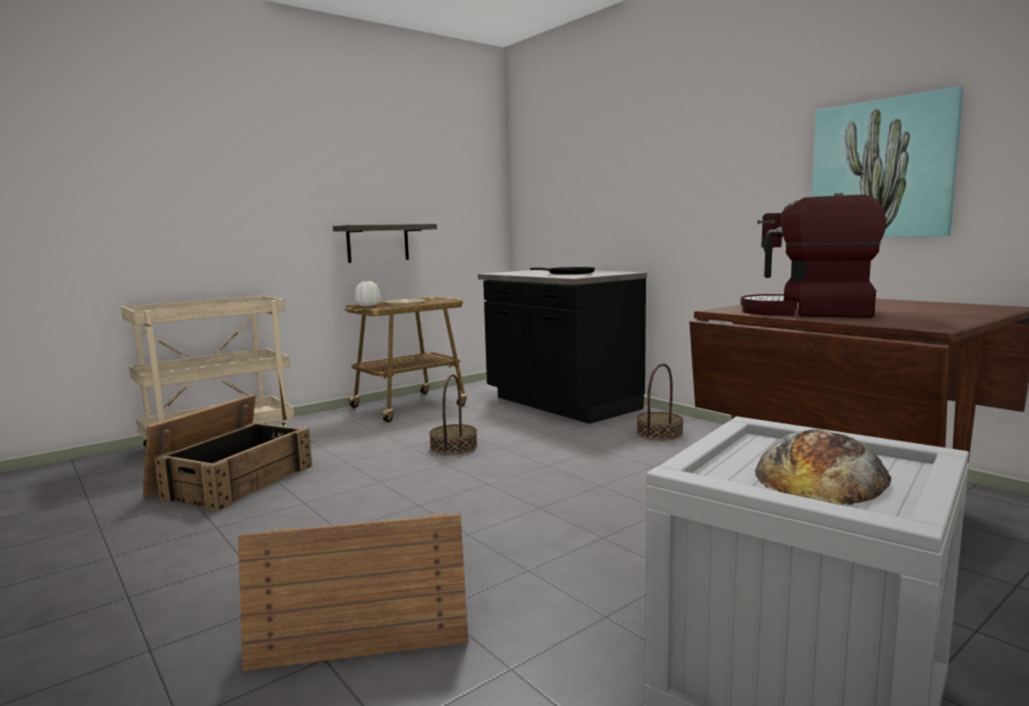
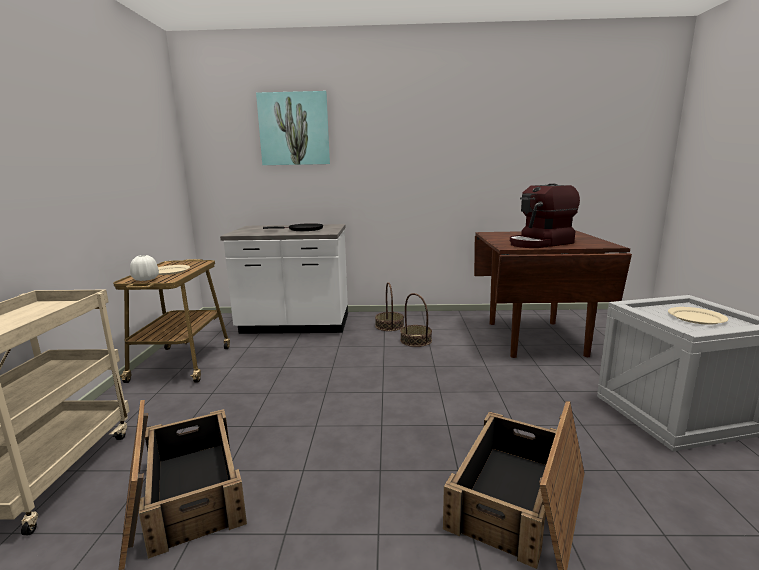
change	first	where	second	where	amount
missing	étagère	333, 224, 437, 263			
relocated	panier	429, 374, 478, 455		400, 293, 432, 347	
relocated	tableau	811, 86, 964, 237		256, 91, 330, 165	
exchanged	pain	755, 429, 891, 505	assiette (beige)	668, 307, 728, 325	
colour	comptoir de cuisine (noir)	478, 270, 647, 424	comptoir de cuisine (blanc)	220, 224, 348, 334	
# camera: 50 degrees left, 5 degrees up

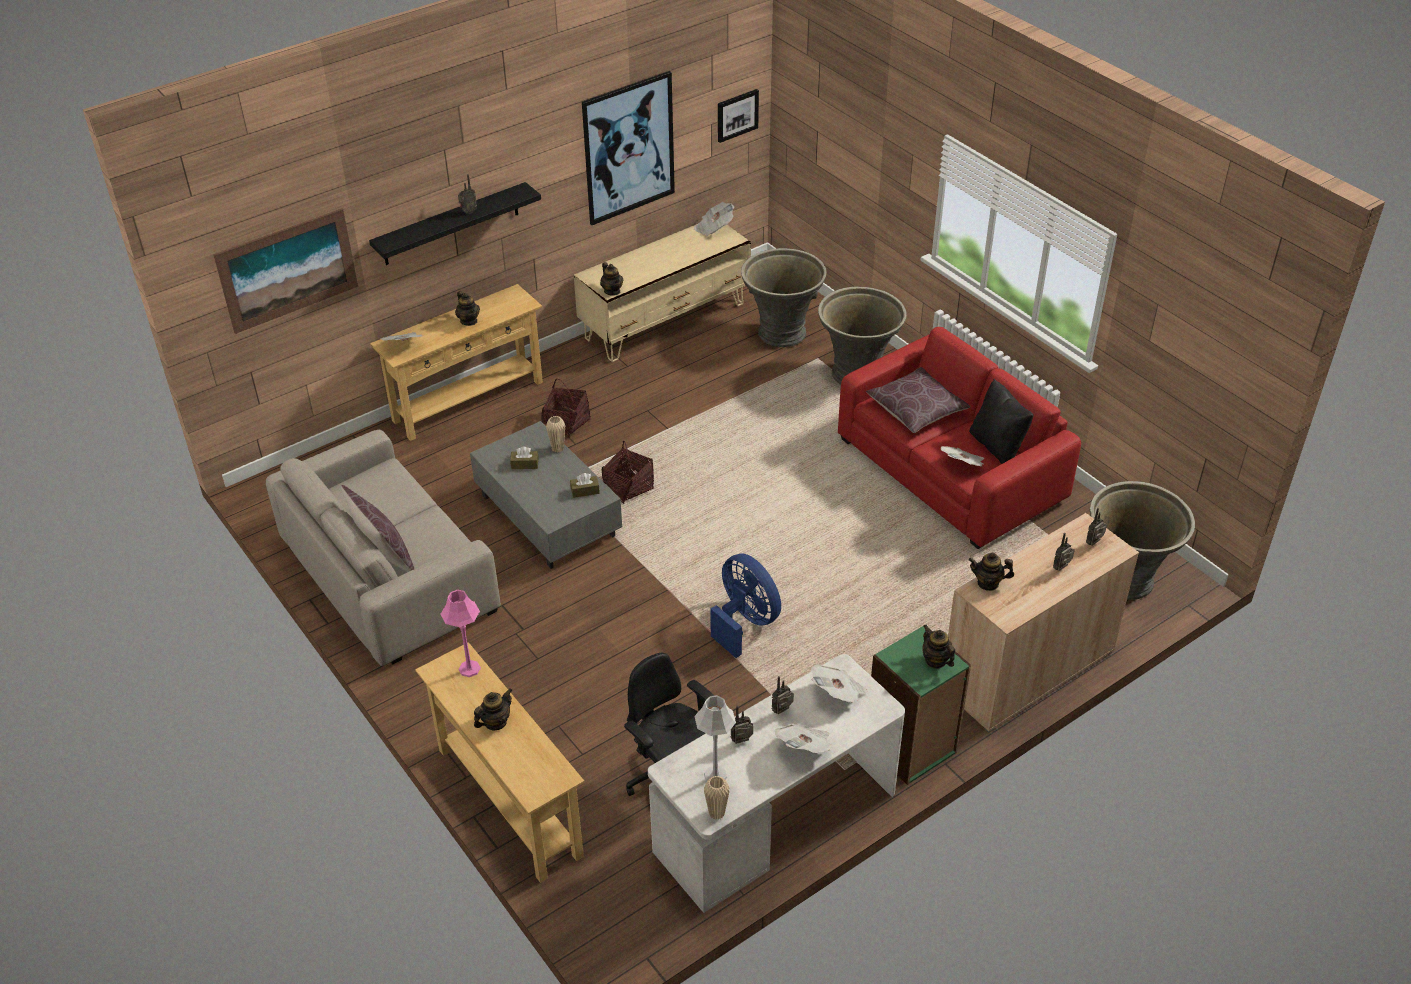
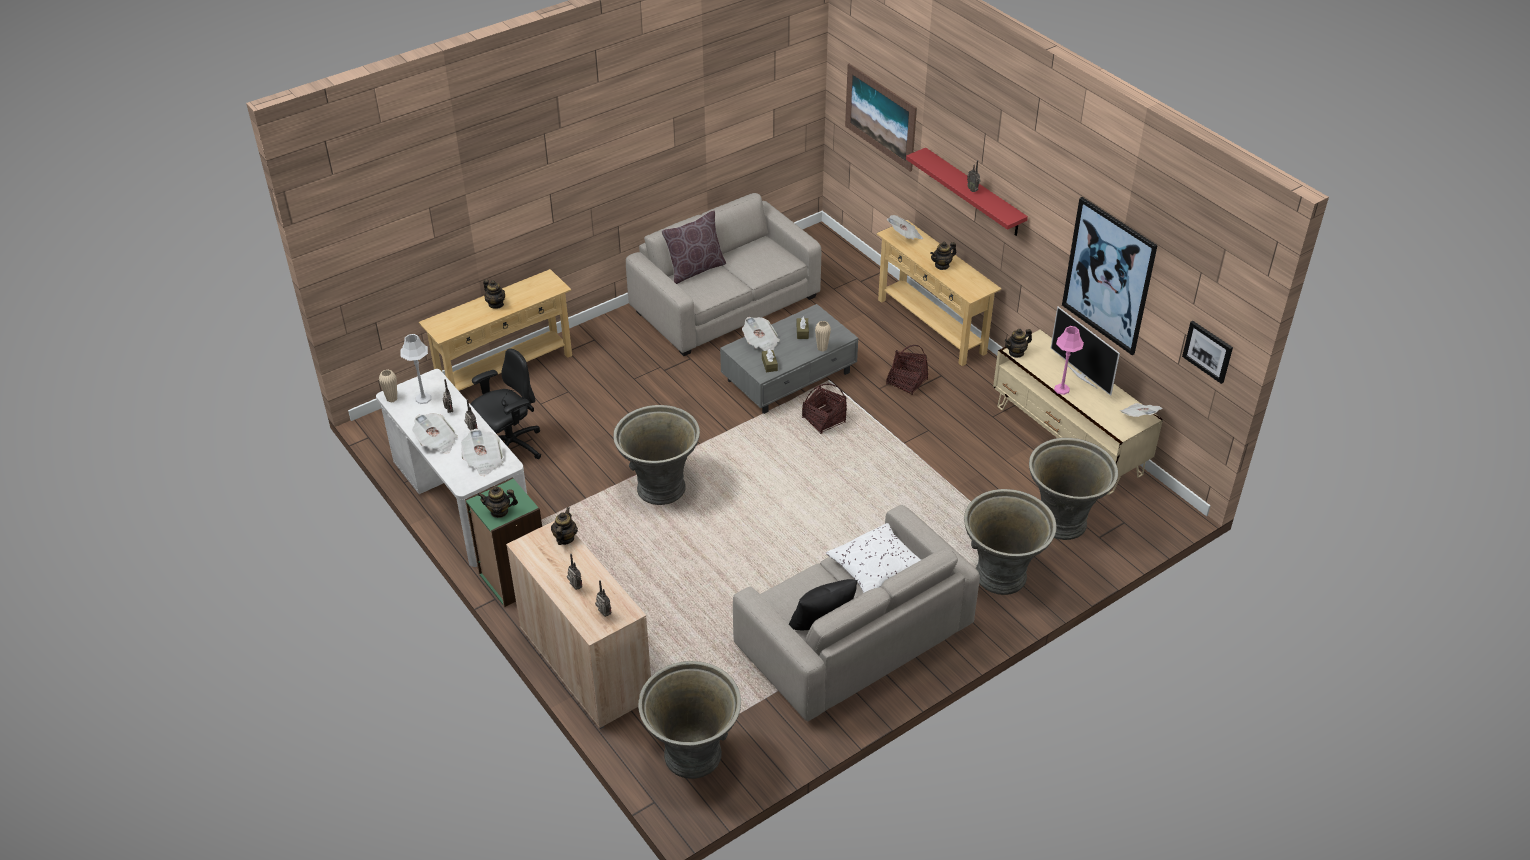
change	first	where	second	where	amount
appeared			téléviseur	1051, 307, 1120, 396	
relocated	lampe de table (rose)	440, 590, 481, 677		1054, 326, 1084, 395	
relocated	journal	941, 446, 984, 467		742, 317, 780, 351	
exchanged	ventilateur (bleu)	710, 553, 781, 658	cache-pot (gris)	613, 405, 700, 505	
colour	étagère (noir)	369, 182, 541, 265	étagère (rouge)	906, 148, 1028, 236	
colour	canapé (rouge)	838, 327, 1081, 549	canapé (beige)	733, 505, 980, 721	
colour	coussin (marron)	866, 367, 970, 433	coussin (blanc)	826, 523, 921, 593	
spun	théière	922, 625, 955, 669		478, 486, 518, 518	150 degrees counterclockwise
# camera: 90 degrees right, 0 degrees up

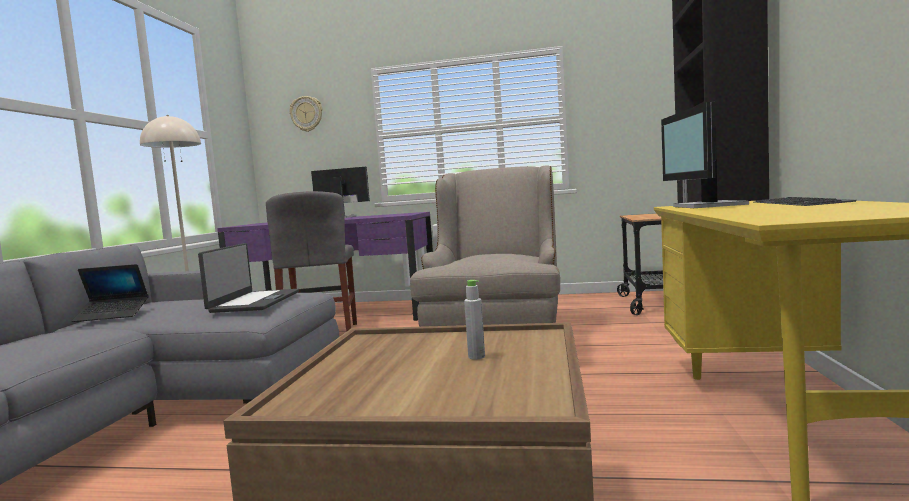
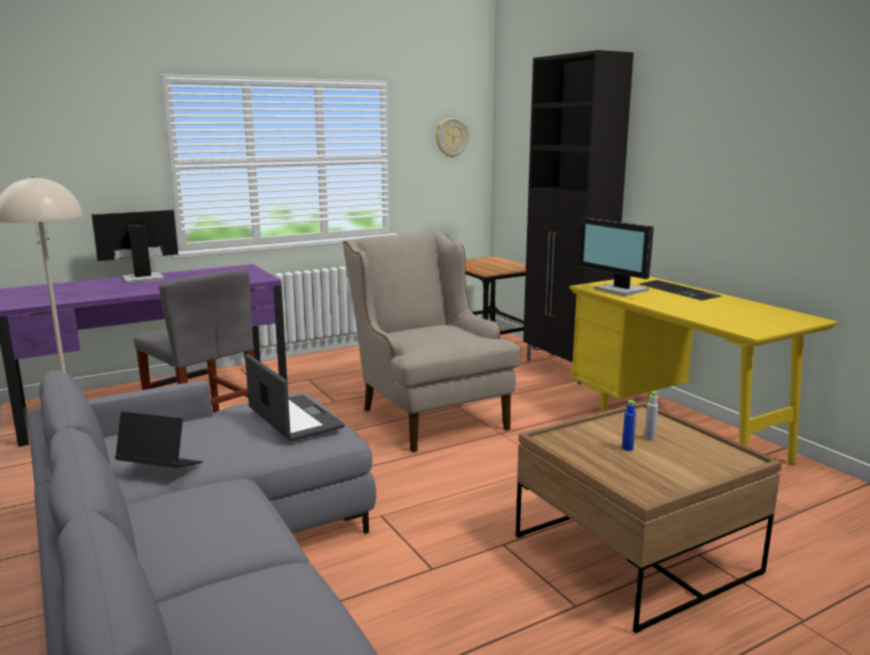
change	first	where	second	where	amount
appeared			bouteille (bleu)	622, 400, 636, 451	
relocated	horloge murale	290, 96, 322, 132		435, 118, 469, 158	
spun	ordinateur portable	72, 264, 148, 322		115, 412, 203, 468	120 degrees counterclockwise
# camera: 40 degrees left, 10 degrees up

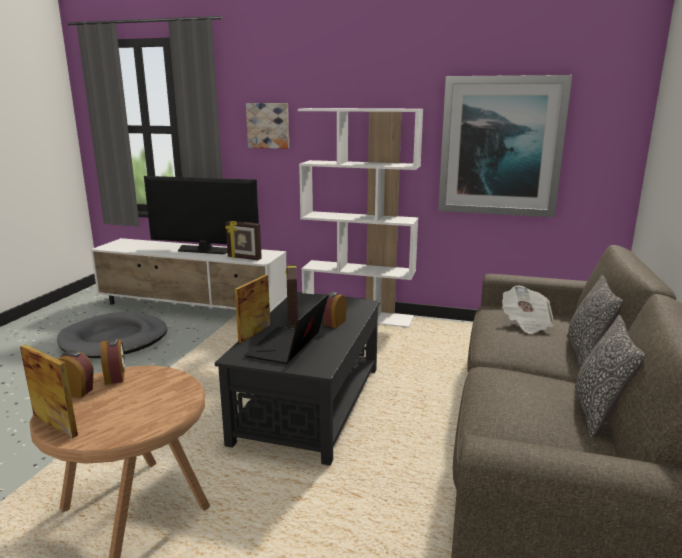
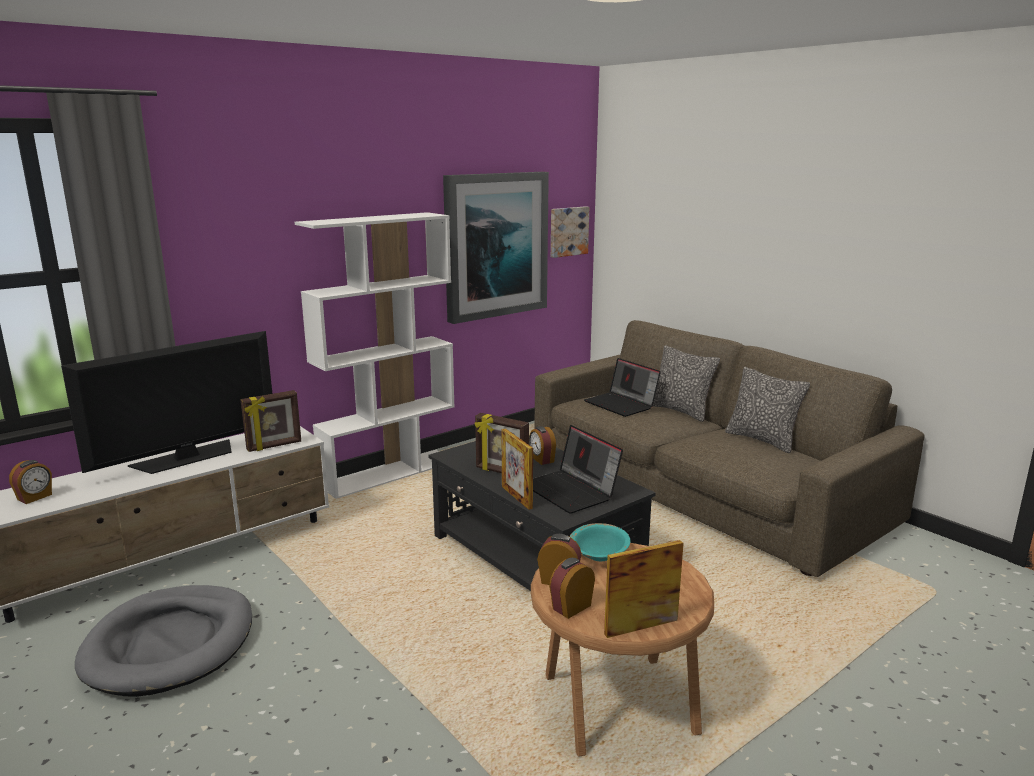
change	first	where	second	where	amount
appeared			réveil	9, 460, 52, 504	
appeared			bol (turquoise)	570, 523, 630, 561	
relocated	tableau	246, 103, 289, 149		551, 206, 589, 258	
exchanged	journal	502, 286, 554, 334	ordinateur portable	584, 358, 661, 417	
# camera: 55 degrees left, 0 degrees up

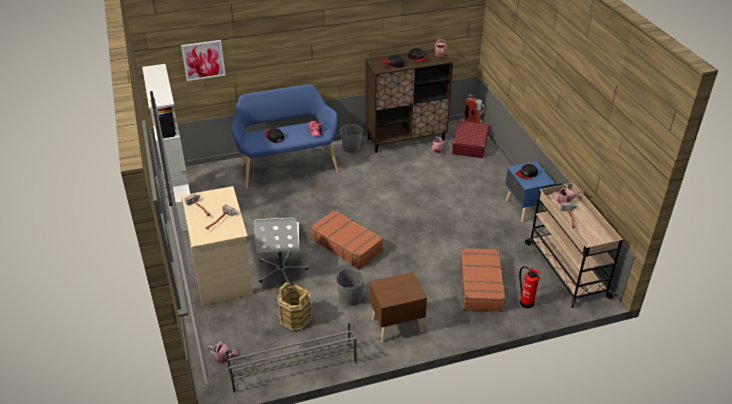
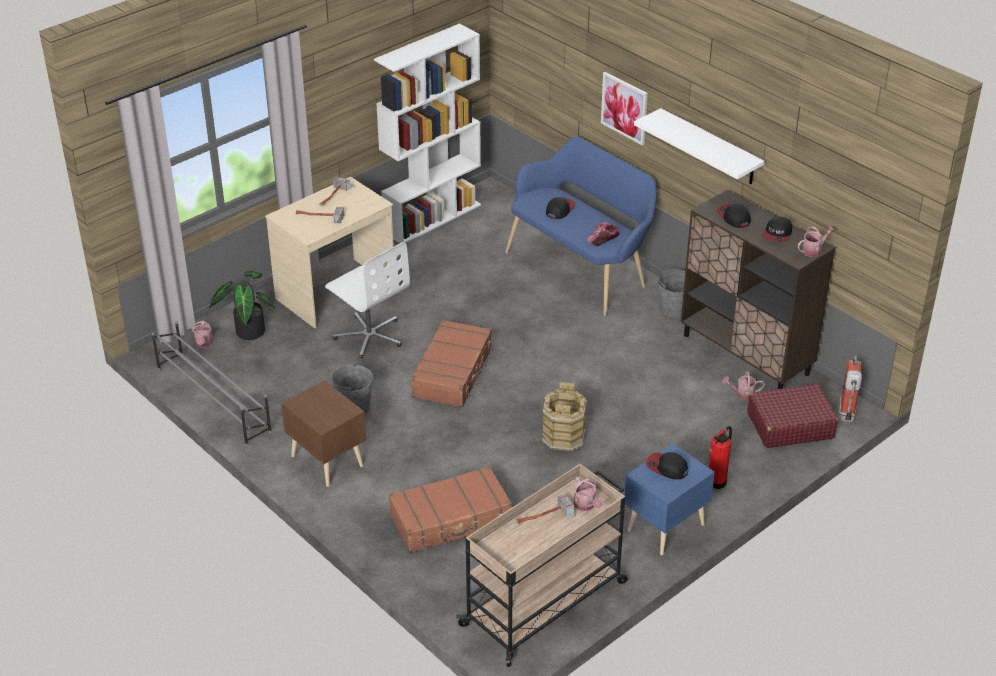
change	first	where	second	where	amount
appeared			plante en pot	209, 271, 275, 340	
appeared			étagère (blanc)	634, 108, 765, 184	
relocated	tableau	181, 40, 226, 81		601, 72, 648, 145	
relocated	seau (marron)	277, 282, 312, 331		542, 382, 587, 452	
relocated	extincteur	519, 266, 541, 308		708, 426, 732, 489	
spun	chaise de bureau (blanc)	254, 218, 308, 286		325, 242, 410, 359	105 degrees counterclockwise
# camera: 65 degrees right, 0 degrees up

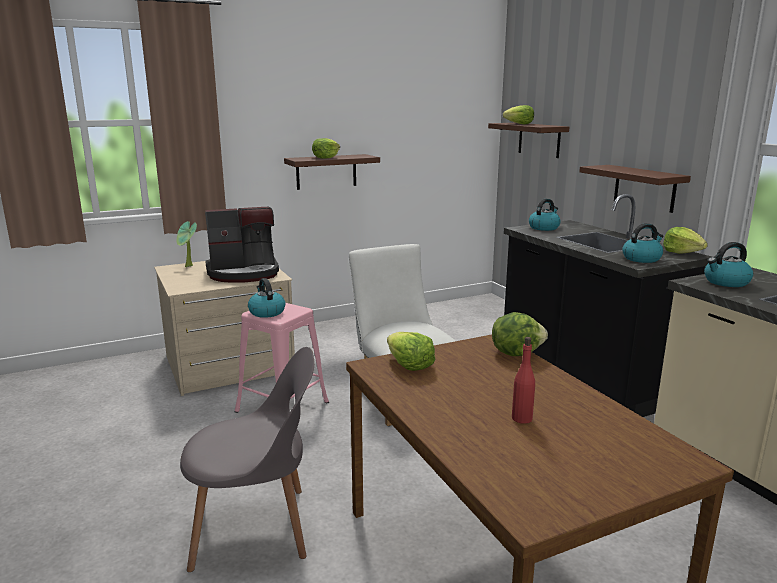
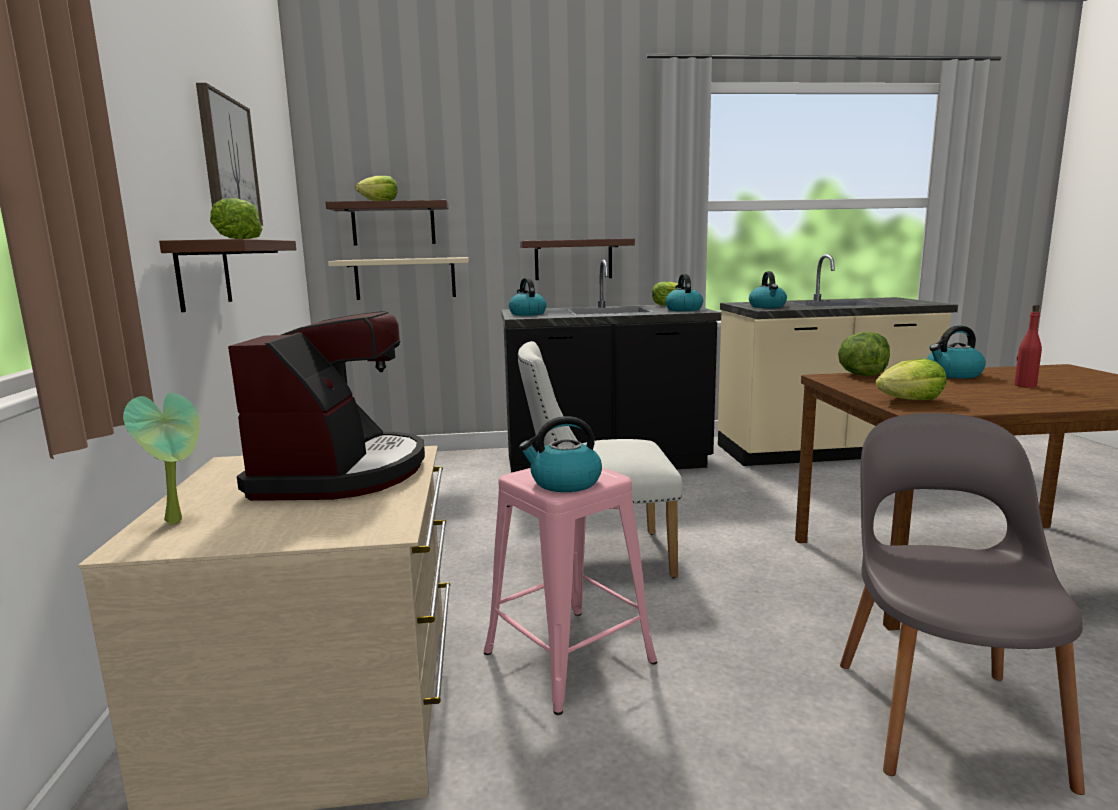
change	first	where	second	where	amount
appeared			tableau	196, 83, 263, 226	
appeared			étagère (beige)	328, 257, 469, 300	
appeared			bouilloire	927, 326, 986, 379	
# camera: 70 degrees left, 5 degrees down

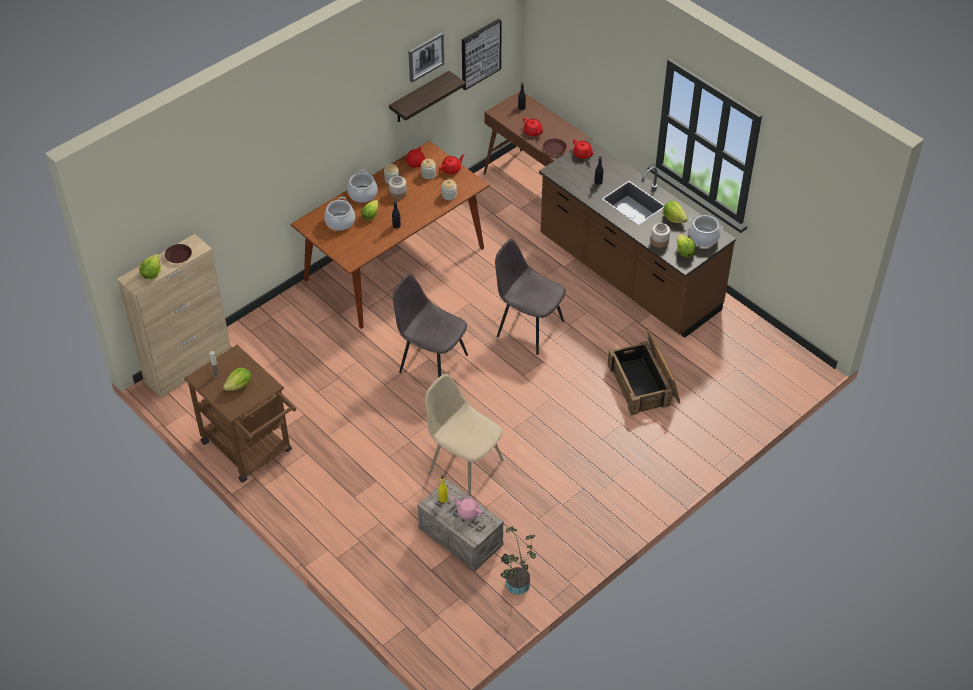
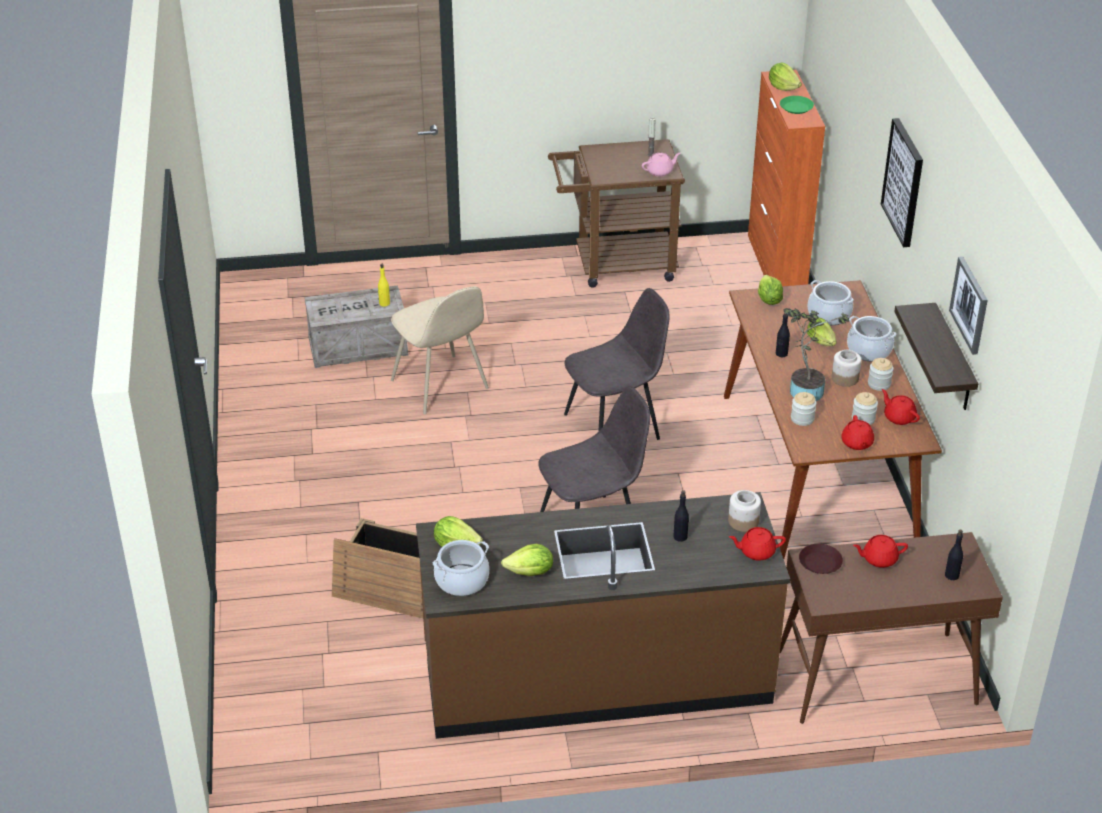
change	first	where	second	where	amount
relocated	laitue	223, 368, 251, 390		758, 275, 783, 305	
relocated	théière (rose)	452, 496, 483, 519		642, 153, 681, 177	
relocated	tableau	462, 19, 502, 90		881, 118, 923, 247	
relocated	plante en pot	500, 527, 536, 595		783, 308, 849, 401	
relocated	bocal	651, 223, 670, 248		728, 490, 761, 532	
colour	meuble de rangement (beige)	117, 234, 231, 398	meuble de rangement (orange)	748, 70, 825, 286	
colour	assiette (marron)	165, 244, 192, 263	assiette (vert)	780, 96, 814, 114	
spun	chaise (beige)	425, 374, 504, 497		391, 287, 489, 414	75 degrees clockwise
# camera: 125 degrees right, 10 degrees down

